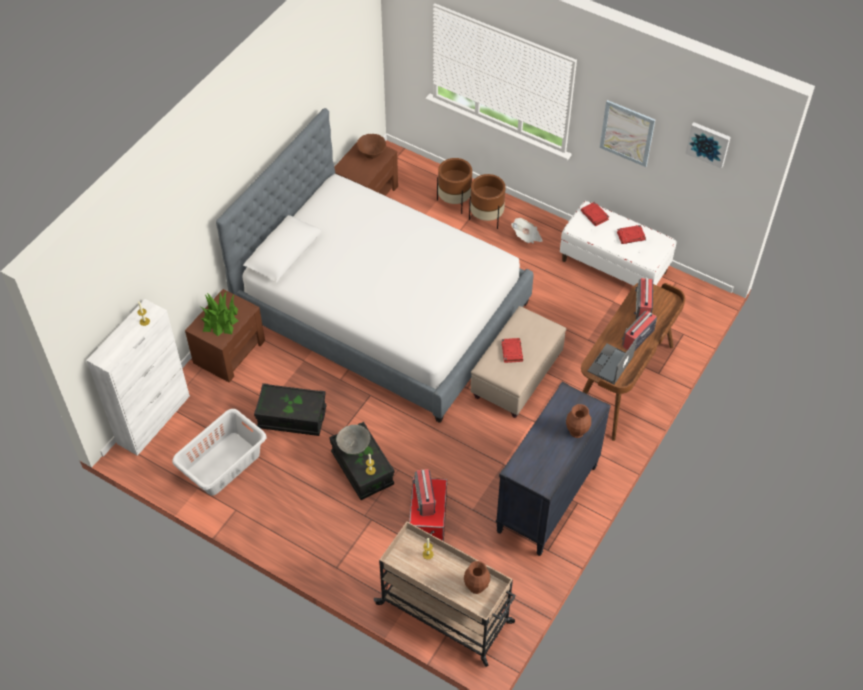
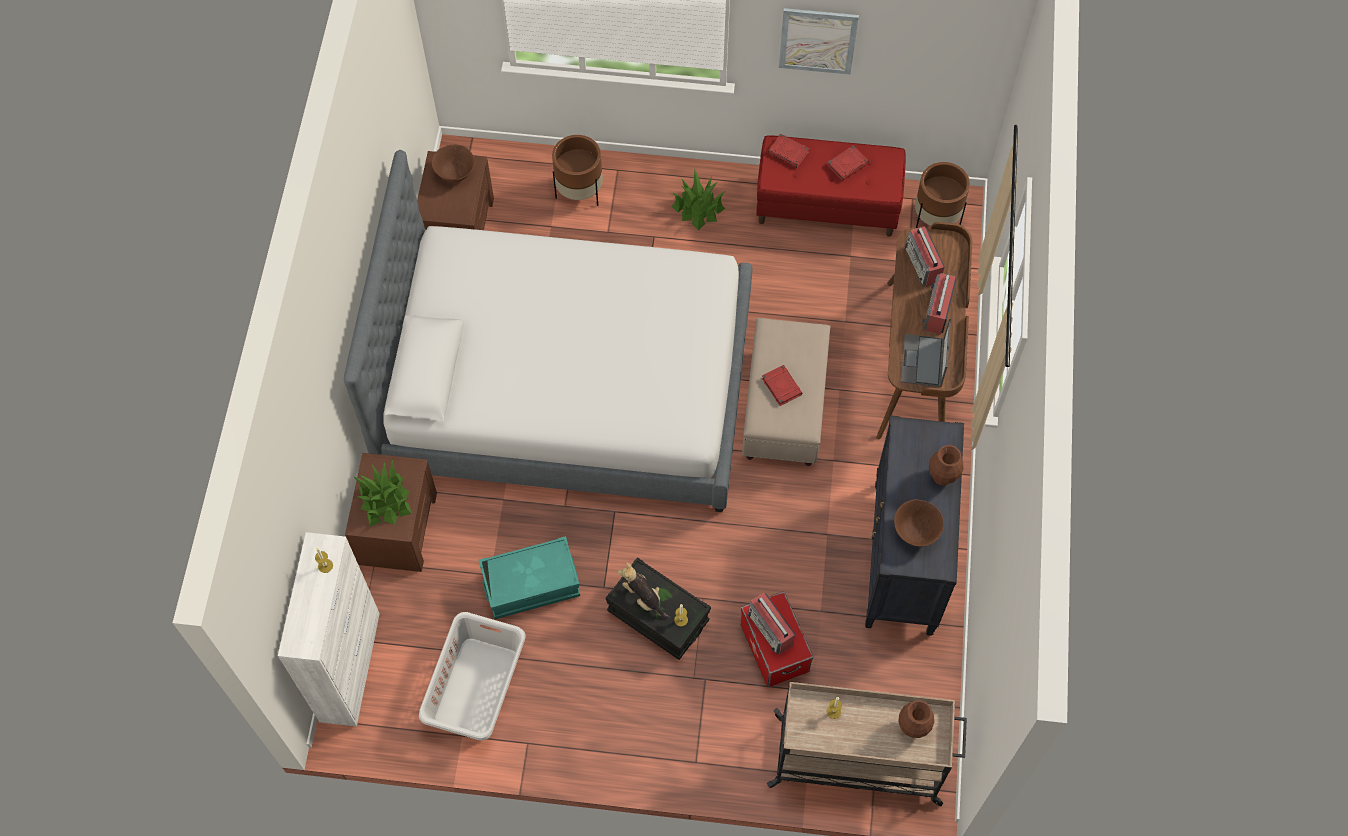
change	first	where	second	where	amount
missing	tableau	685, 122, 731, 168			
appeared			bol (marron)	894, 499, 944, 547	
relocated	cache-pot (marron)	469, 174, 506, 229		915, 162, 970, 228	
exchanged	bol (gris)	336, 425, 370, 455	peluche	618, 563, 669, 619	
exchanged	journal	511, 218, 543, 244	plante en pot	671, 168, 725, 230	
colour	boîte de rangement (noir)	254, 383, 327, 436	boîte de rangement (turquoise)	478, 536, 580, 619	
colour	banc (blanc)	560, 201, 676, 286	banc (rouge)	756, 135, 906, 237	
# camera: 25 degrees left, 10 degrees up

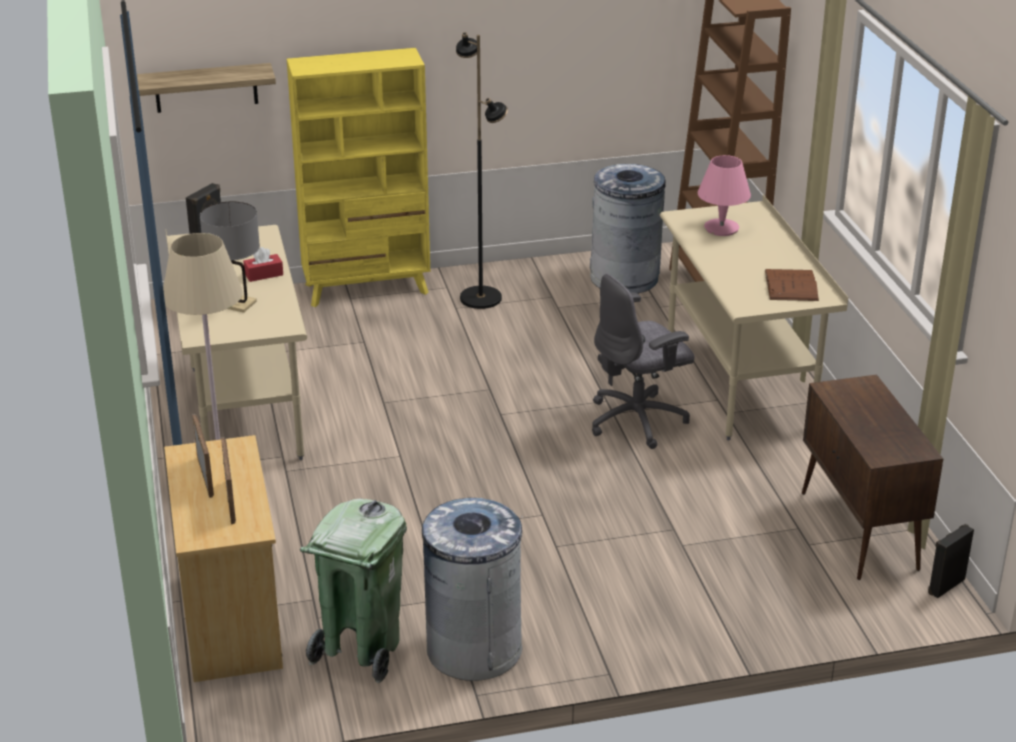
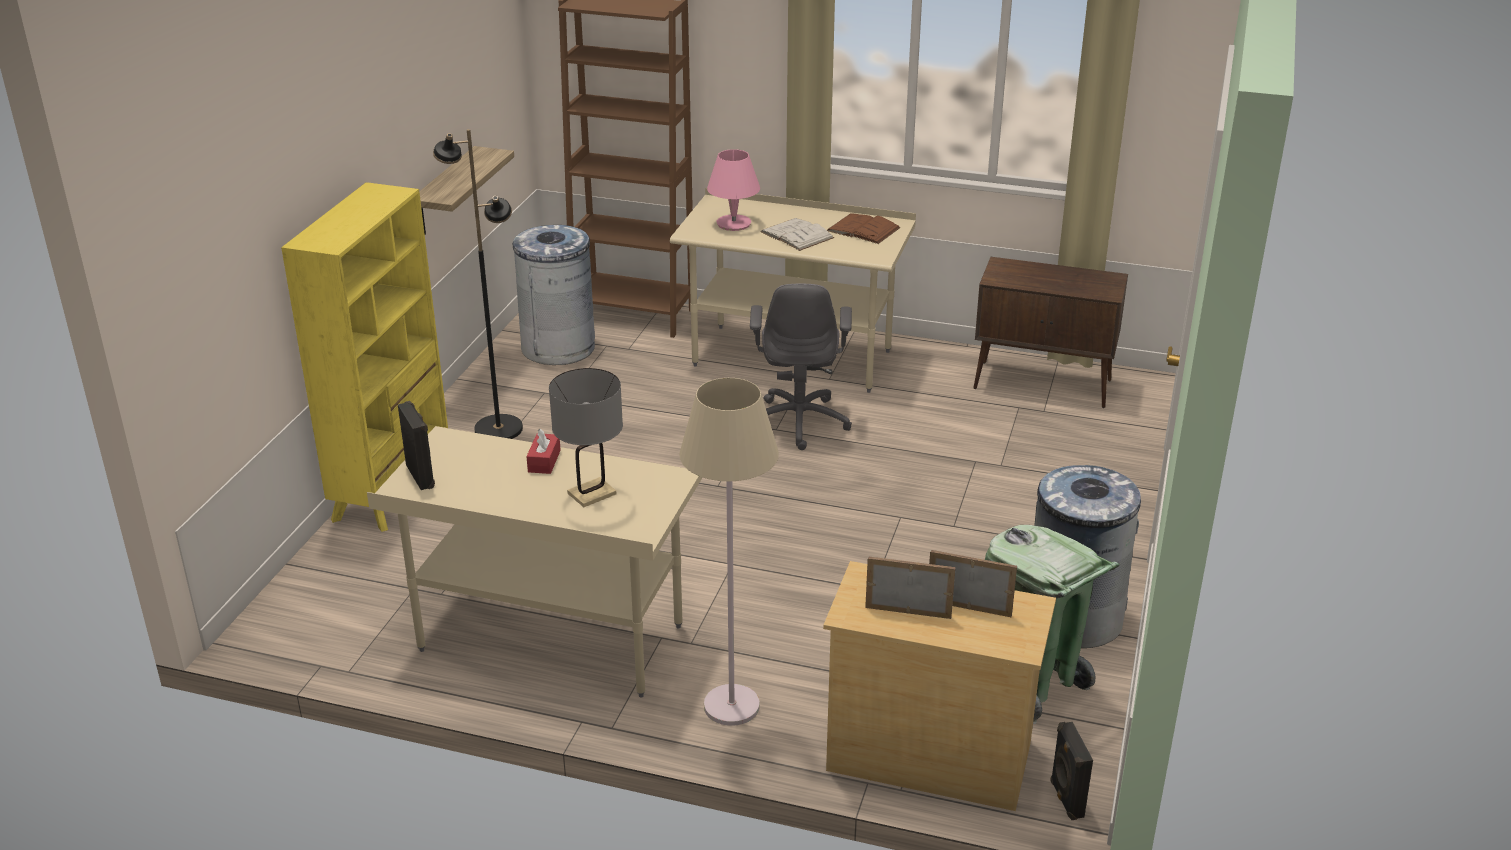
change	first	where	second	where	amount
appeared			livre (blanc)	760, 218, 834, 251	
relocated	étagère	137, 63, 276, 113		419, 146, 514, 235	
relocated	enceinte (noir)	928, 524, 974, 598		1050, 722, 1093, 820	
# camera: 60 degrees left, 0 degrees up

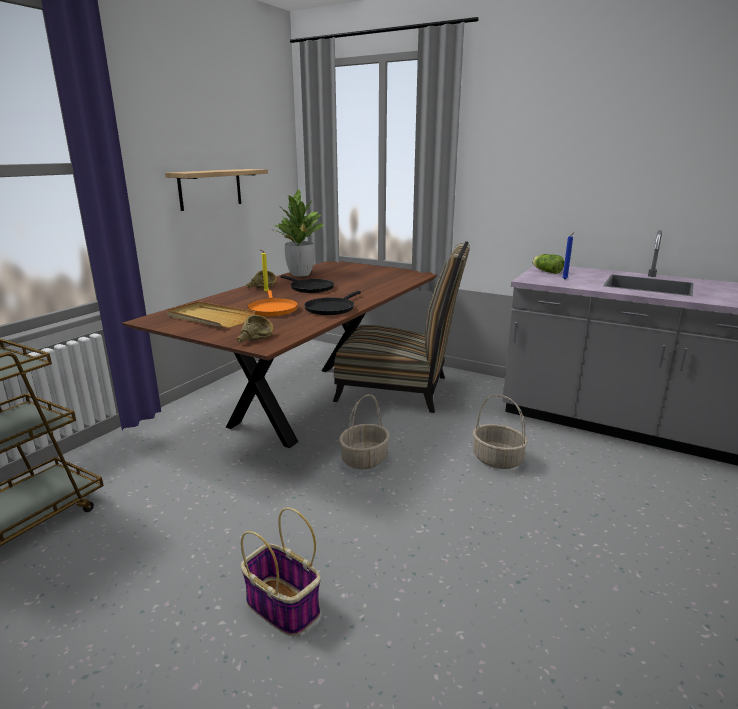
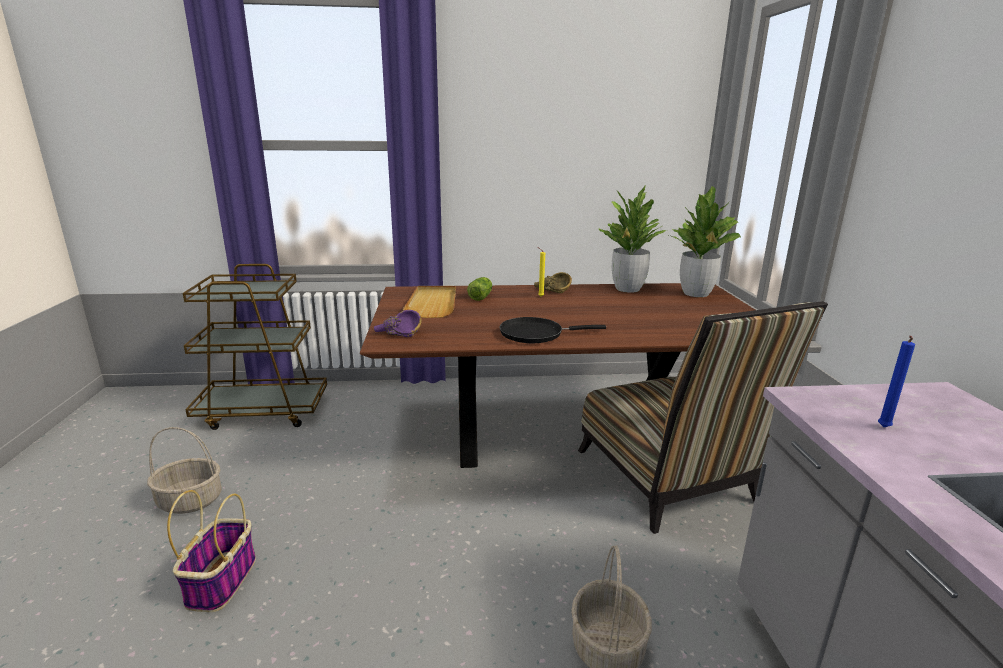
change	first	where	second	where	amount
missing	étagère	165, 169, 268, 211			
missing	poêle (orange)	247, 290, 298, 316			
missing	poêle (noir)	280, 275, 334, 293			
appeared			plante en pot	669, 186, 741, 297	
relocated	panier	339, 394, 390, 470		147, 427, 222, 514	
relocated	laitue	532, 254, 564, 274		467, 277, 492, 301	
colour	bol (marron)	237, 315, 274, 342	bol (violet)	374, 310, 422, 337	
# camera: 55 degrees right, 0 degrees up

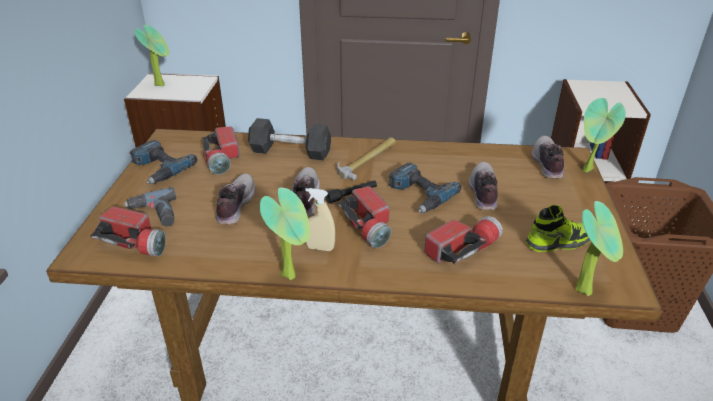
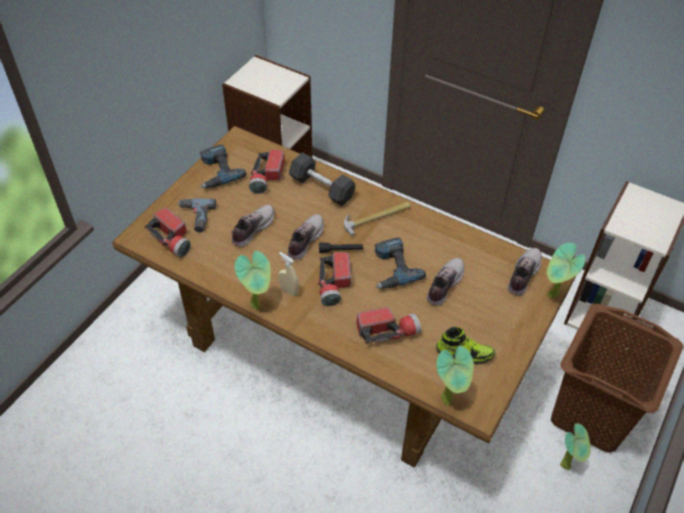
change	first	where	second	where	amount
relocated	plante en pot	135, 25, 169, 87		560, 424, 590, 471	
# camera: 25 degrees right, 15 degrees up

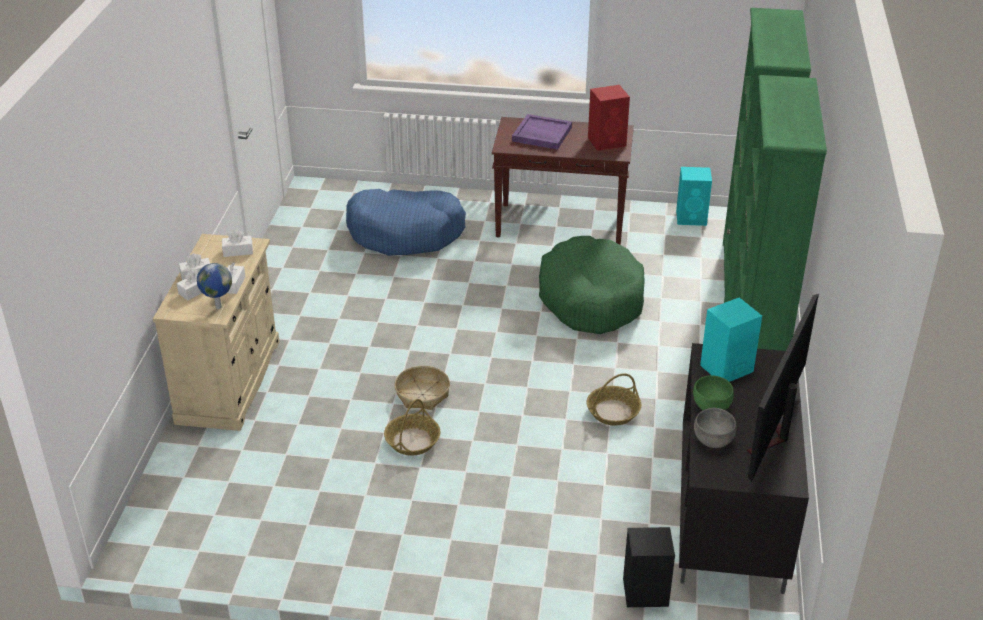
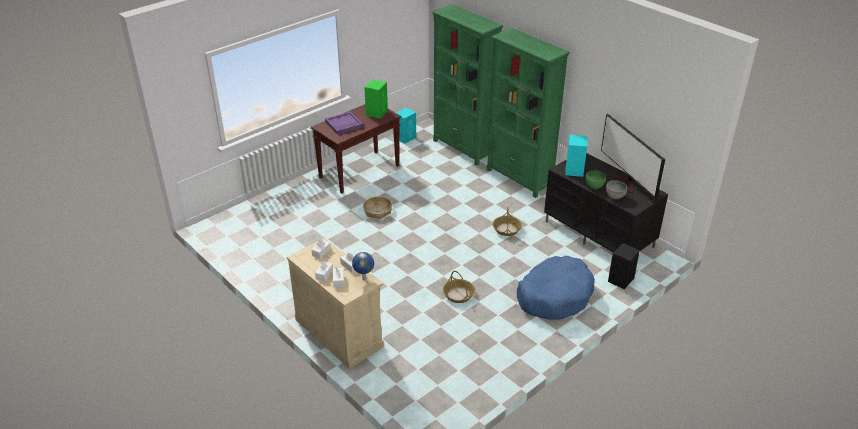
change	first	where	second	where	amount
missing	panier pour chien (vert)	539, 236, 645, 334			
relocated	panier pour chien (bleu)	346, 189, 466, 256		517, 256, 595, 320	
relocated	panier	394, 366, 450, 410		363, 196, 392, 219	
colour	enceinte (rouge)	588, 85, 630, 151	enceinte (vert)	364, 79, 388, 119	
# camera: 50 degrees left, 0 degrees up

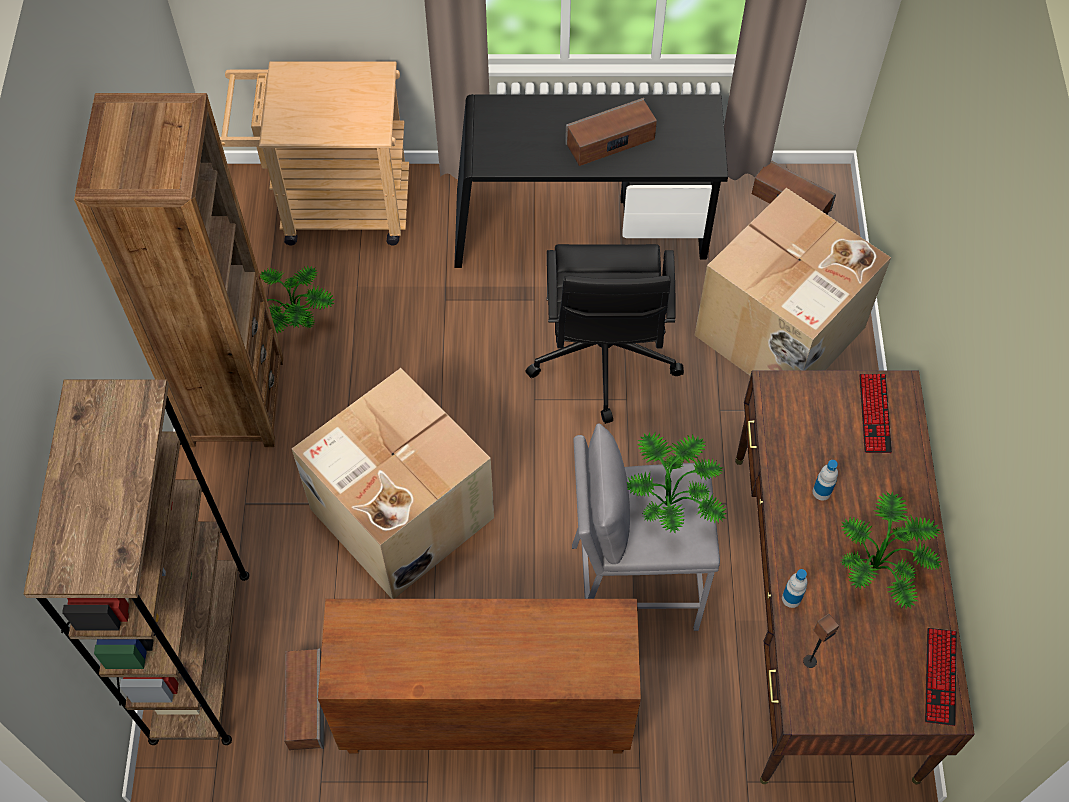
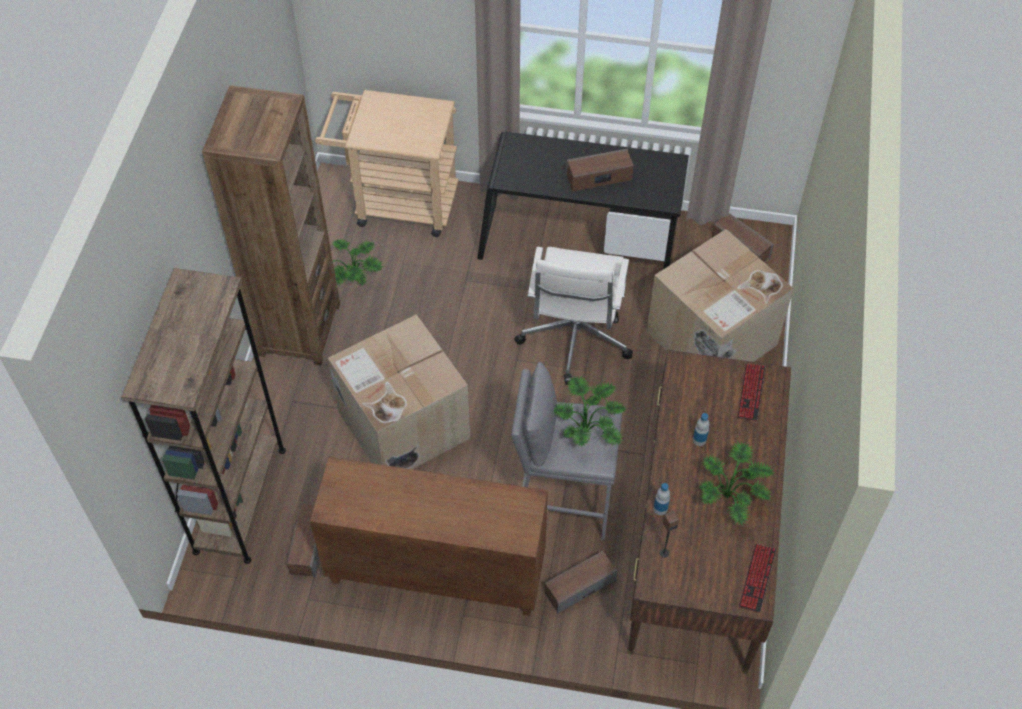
change	first	where	second	where	amount
appeared			enceinte	545, 551, 617, 614	
colour	chaise de bureau (noir)	525, 244, 684, 424	chaise de bureau (blanc)	514, 247, 633, 385	
# camera: 10 degrees right, 5 degrees down

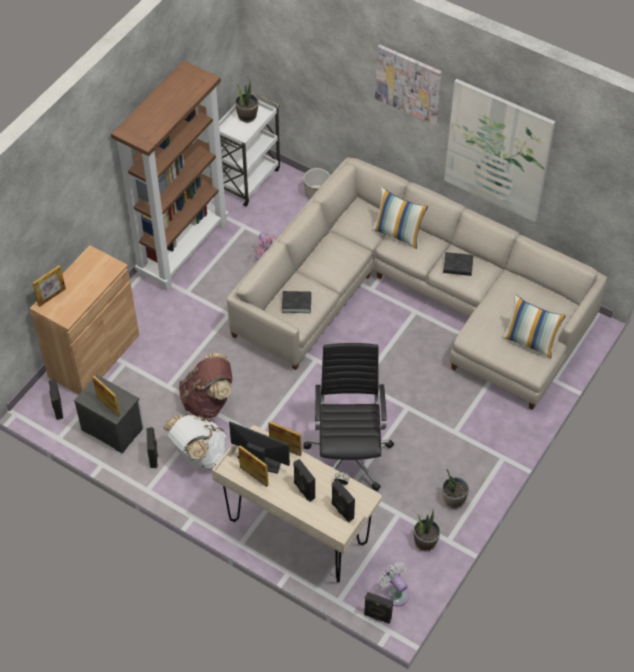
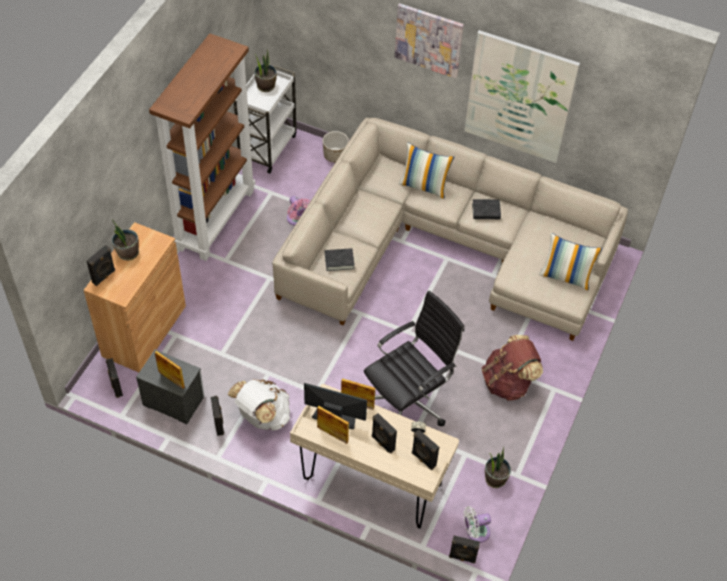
change	first	where	second	where	amount
relocated	sac à dos (marron)	179, 353, 233, 418		482, 335, 543, 401	
relocated	plante en pot	442, 469, 469, 509		112, 220, 139, 261	
exchanged	cadre photo	32, 265, 66, 307	enceinte (noir)	87, 245, 115, 286	
spun	chaise de bureau (noir)	303, 343, 394, 491		364, 291, 464, 426	60 degrees clockwise
spun	ventilateur (blanc)	378, 562, 409, 607		463, 506, 491, 543	60 degrees counterclockwise
# camera: 10 degrees left, 0 degrees up

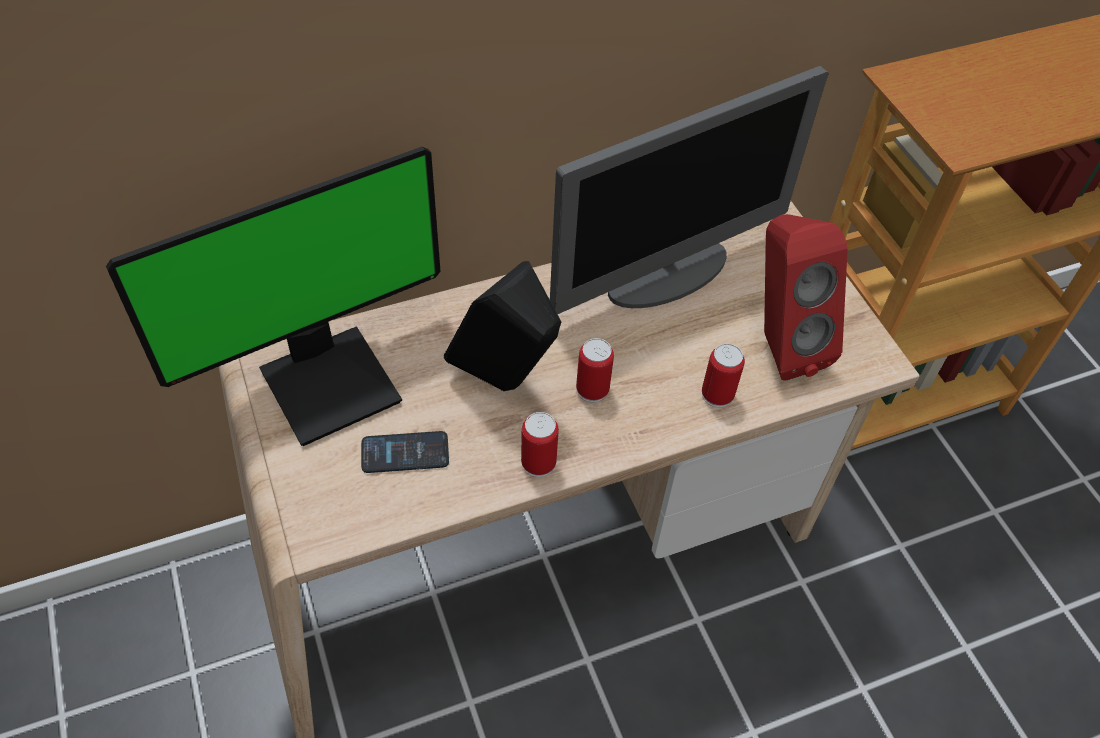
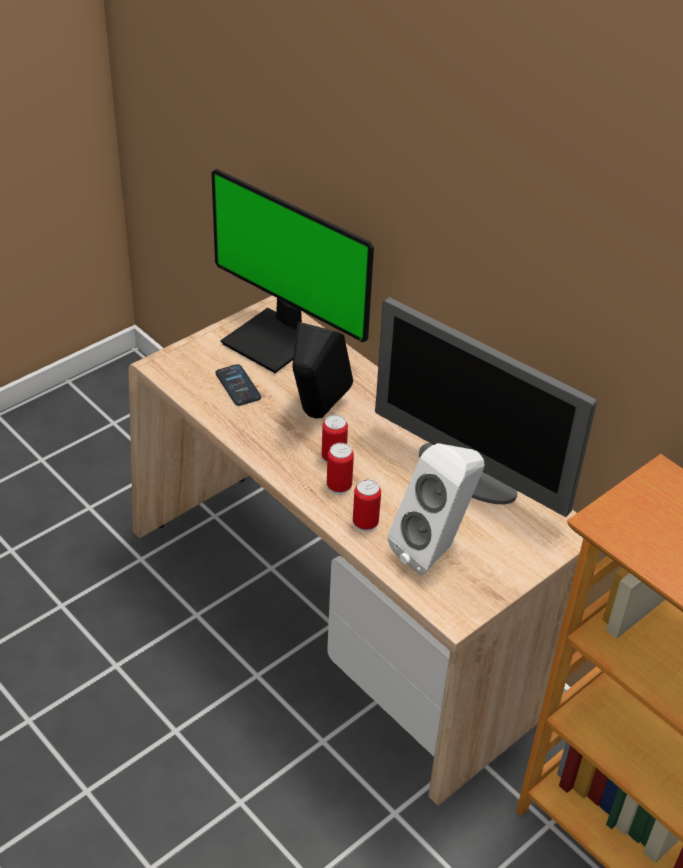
change	first	where	second	where	amount
relocated	boîte métallique	521, 412, 559, 477		327, 443, 354, 495	
colour	enceinte (rouge)	764, 214, 848, 381	enceinte (blanc)	388, 443, 485, 575	
# camera: 70 degrees right, 10 degrees down

